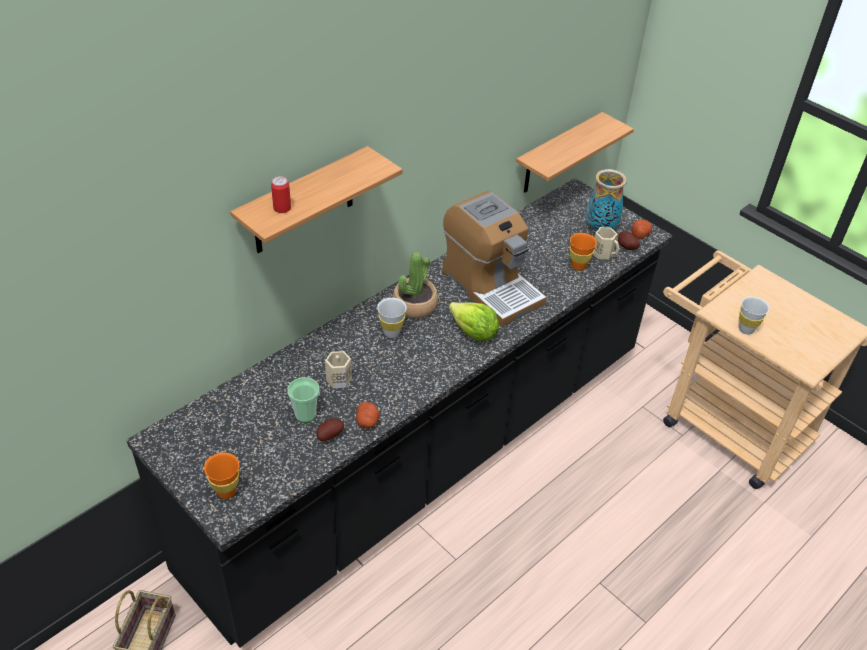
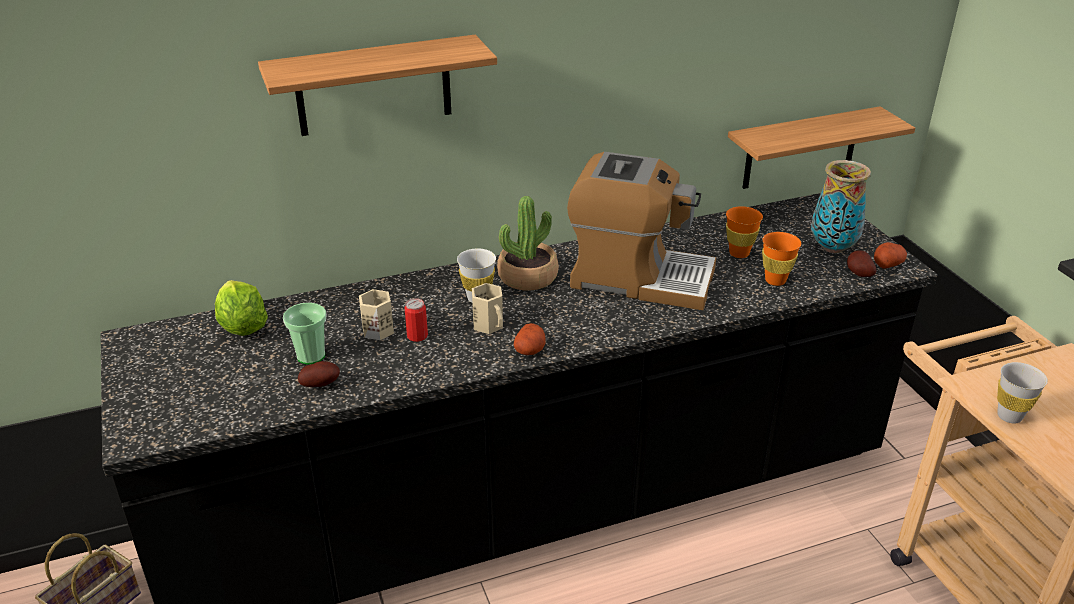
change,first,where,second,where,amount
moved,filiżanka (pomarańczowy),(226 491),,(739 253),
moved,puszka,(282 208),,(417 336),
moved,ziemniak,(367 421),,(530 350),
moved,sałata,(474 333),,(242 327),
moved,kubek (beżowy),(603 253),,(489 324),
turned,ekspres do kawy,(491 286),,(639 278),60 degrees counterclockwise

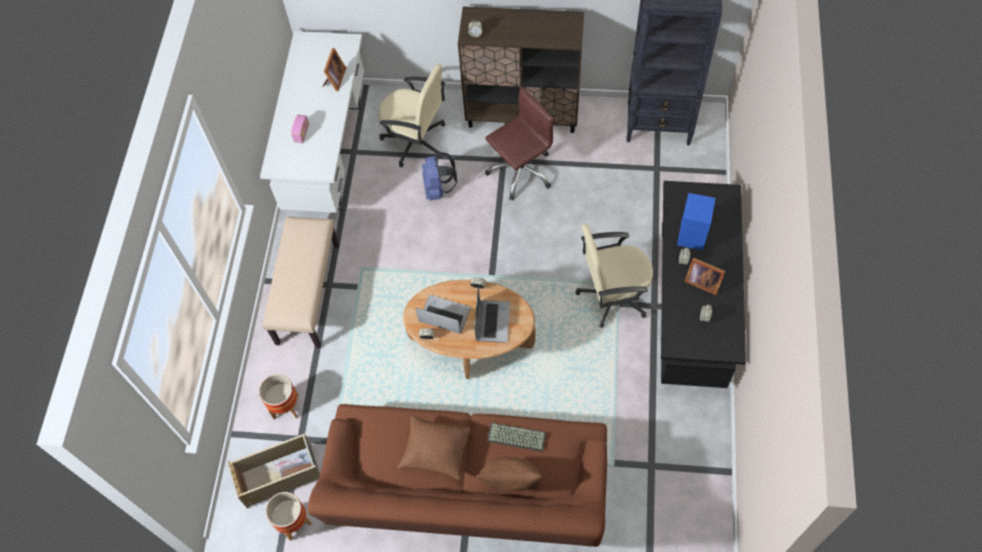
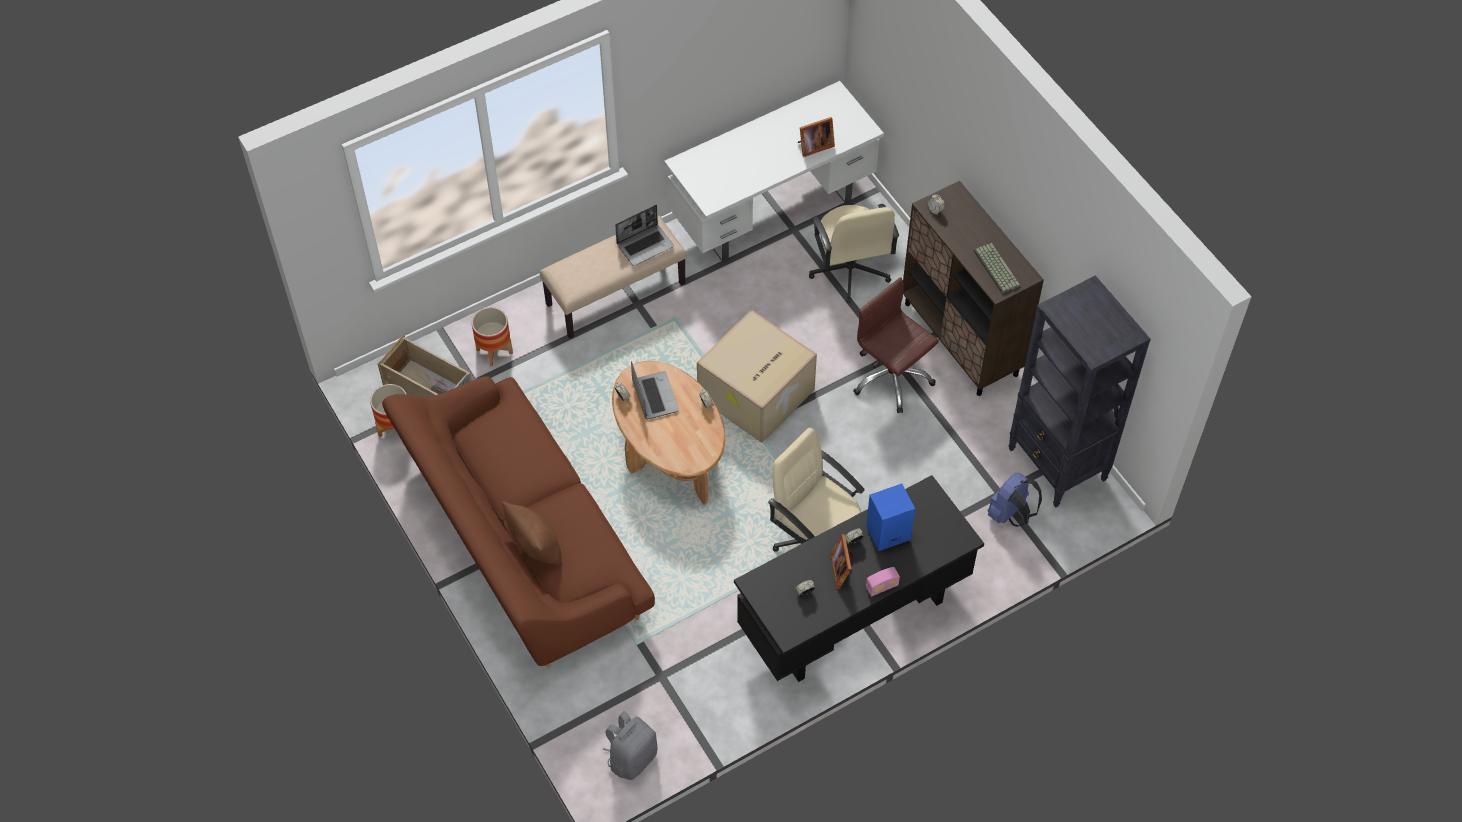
change,first,where,second,where,amount
removed,poduszka (brązowy),(435 452),,,
added,,,plecak (szary),(632 757),
added,,,karton,(756 395),
moved,radio,(302 133),,(882 586),
moved,plecak (niebieski),(438 189),,(1010 514),
moved,laptop,(492 321),,(645 245),
moved,klawiatura,(515 438),,(995 268),
turned,krzesło biurowe (brązowy),(520 171),,(891 378),150 degrees counterclockwise

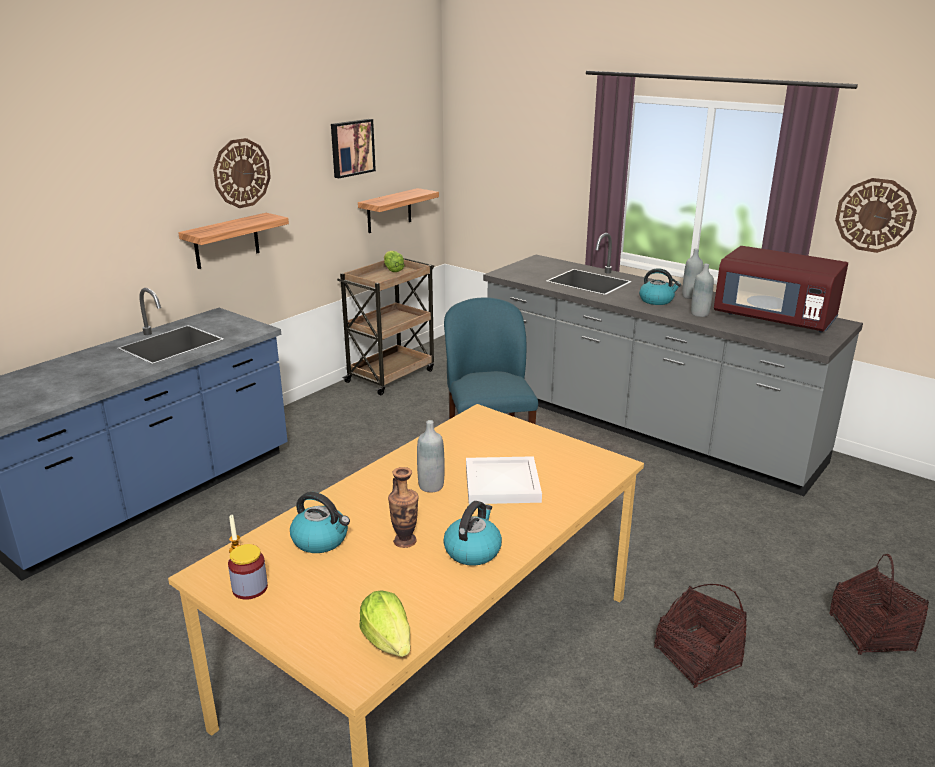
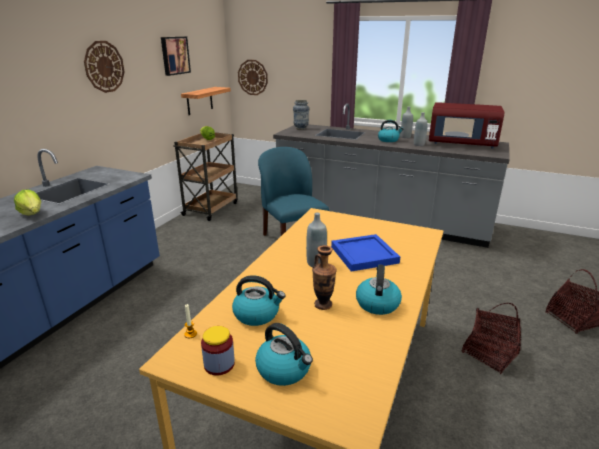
change,first,where,second,where,amount
removed,półka,(226 241),,,
added,,,czajnik,(284 369),
added,,,wazon,(301 128),
moved,sałata,(388 641),,(32 214),
moved,zegar ścienny,(875 215),,(253 77),
recoloured,taca (biały),(501 484),taca (niebieski),(363 255),

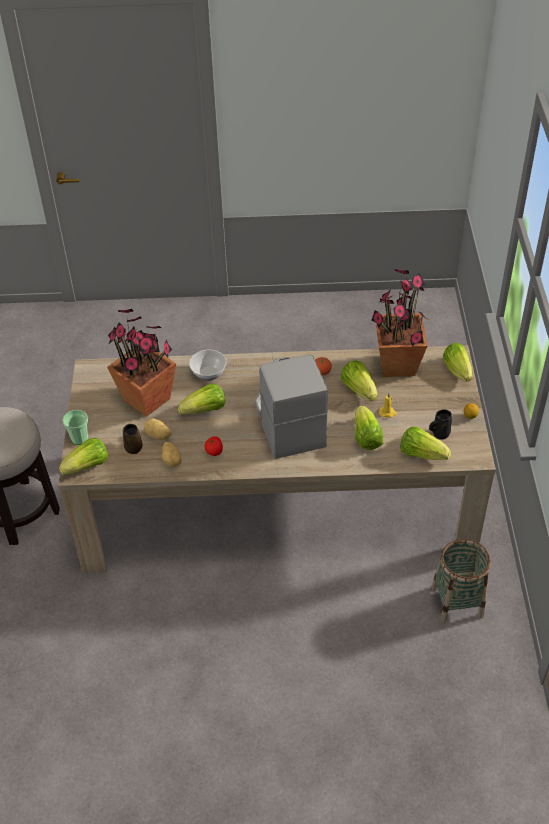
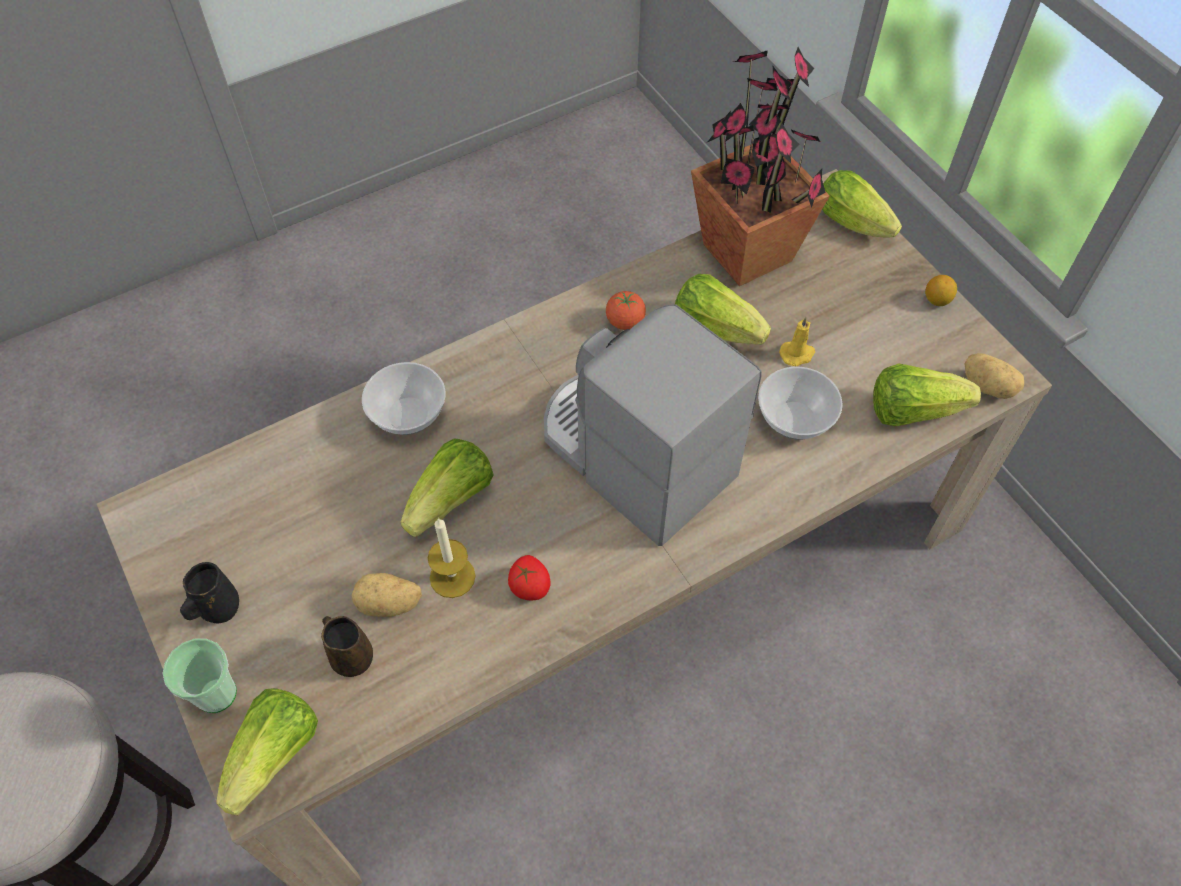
change,first,where,second,where,amount
removed,roślina doniczkowa,(147 400),,,
removed,koszyk,(457 602),,,
added,,,świeca,(452 577),
moved,ziemniak,(172 460),,(988 386),
moved,kubek (czarny),(439 433),,(218 608),
replaced,sałata,(366 437),miska,(794 421),

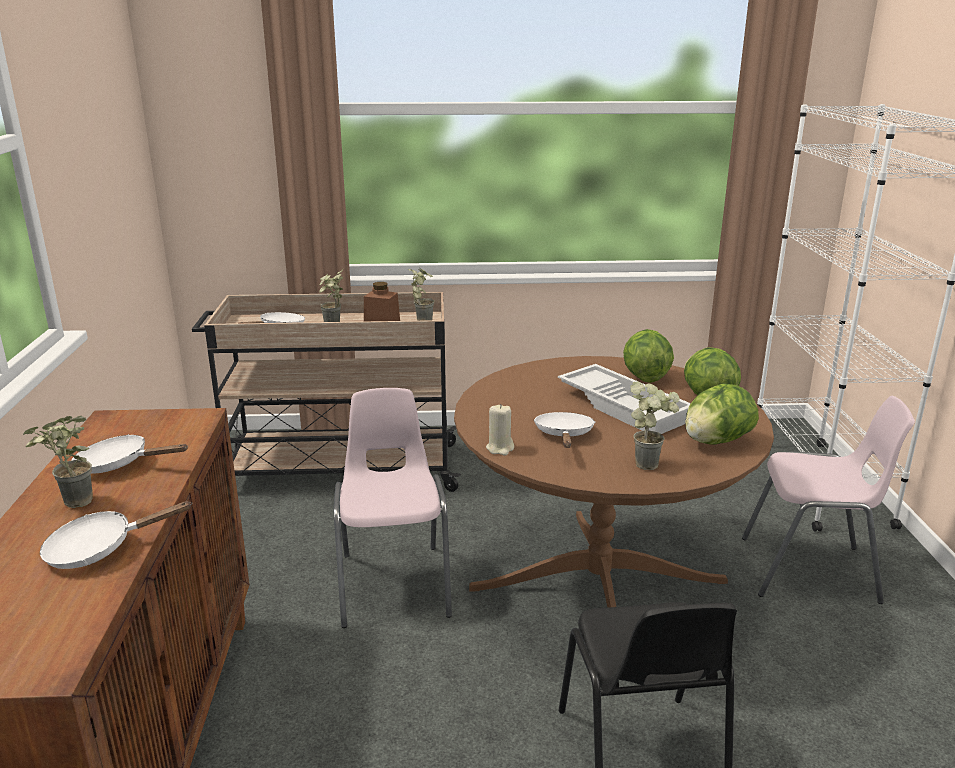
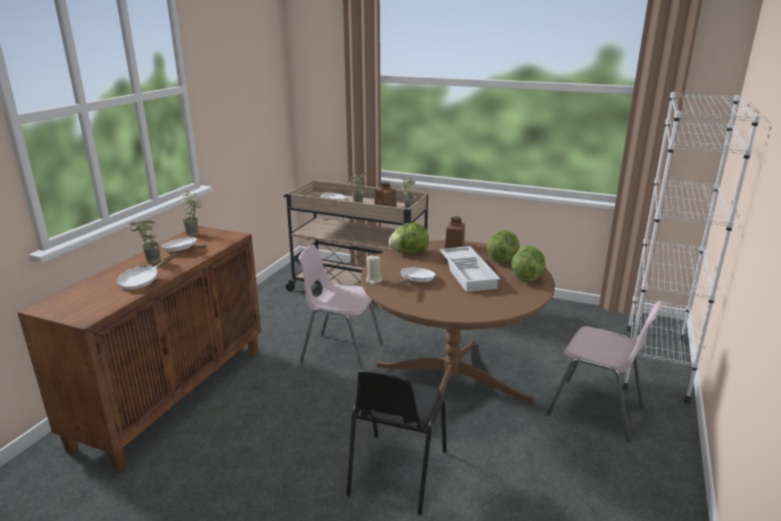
change,first,where,second,where,amount
added,,,słoik (brązowy),(454 246),
moved,roślina doniczkowa,(650 463),,(196 233),
moved,sałata,(716 441),,(409 252),
turned,patelnia (biały),(100 548),,(143 281),60 degrees counterclockwise
turned,krzesło (różowy),(394 584),,(341 352),90 degrees counterclockwise

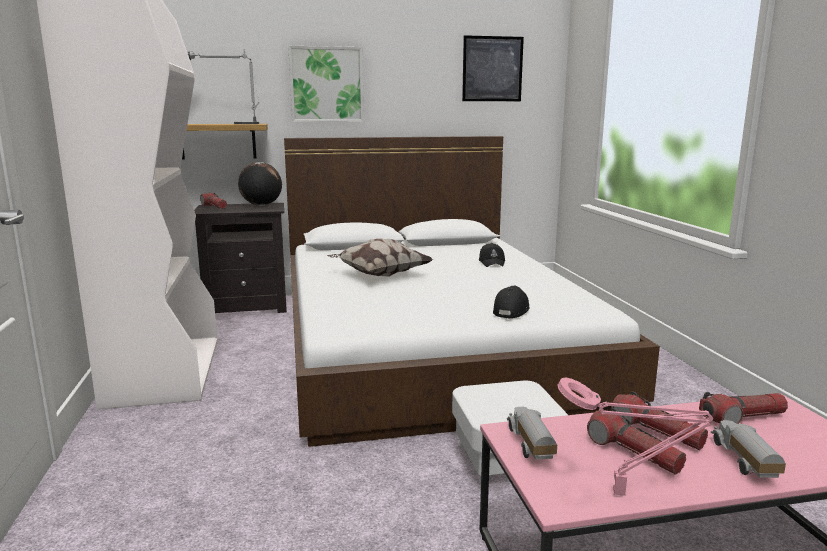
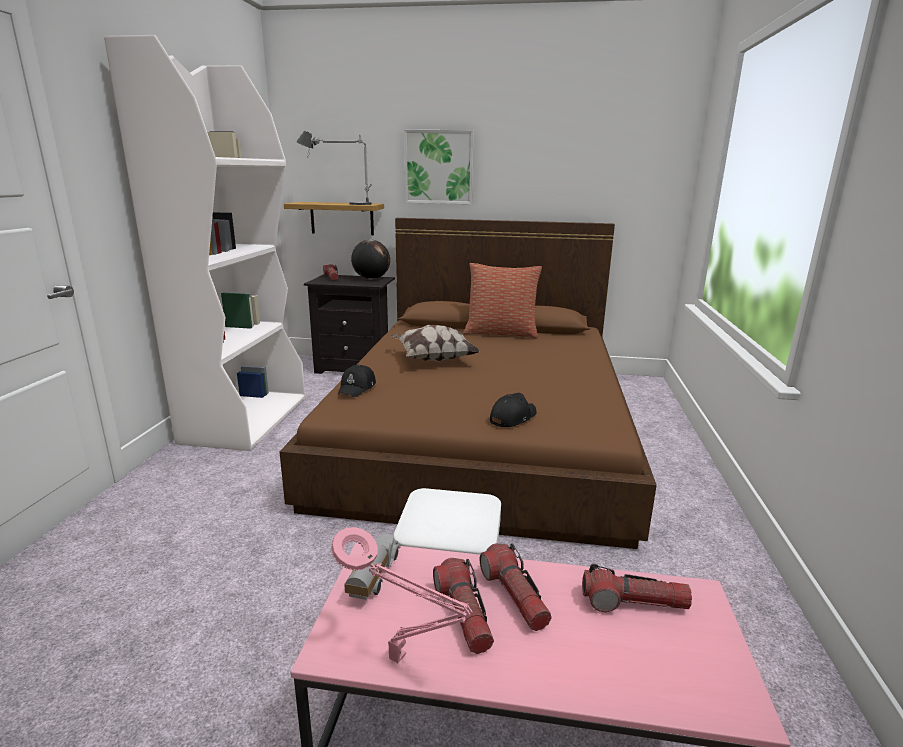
change,first,where,second,where,amount
removed,obraz,(492 69),,,
removed,ciężarówka zabawkowa,(743 462),,,
added,,,poduszka,(501 333),
moved,czapka z daszkiem (czarny),(492 262),,(357 388),
recoloured,łóżko (biały),(429 340),łóżko (brązowy),(483 425),

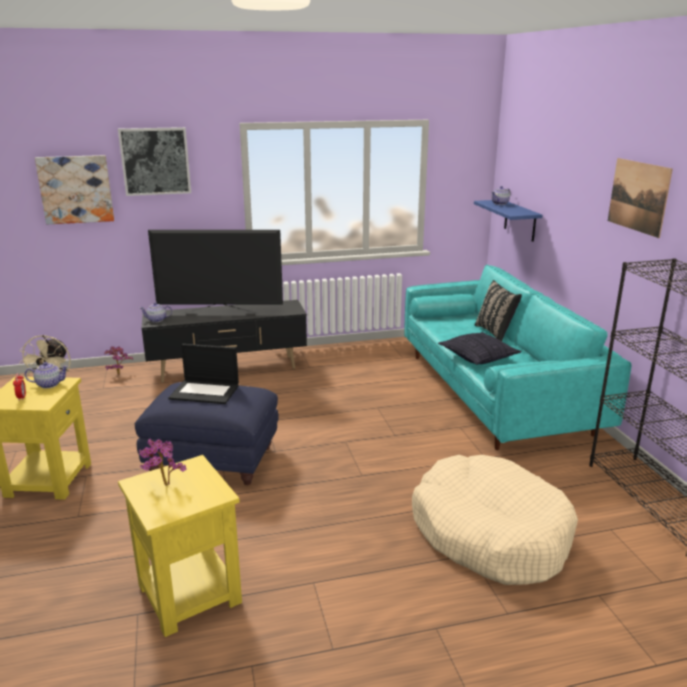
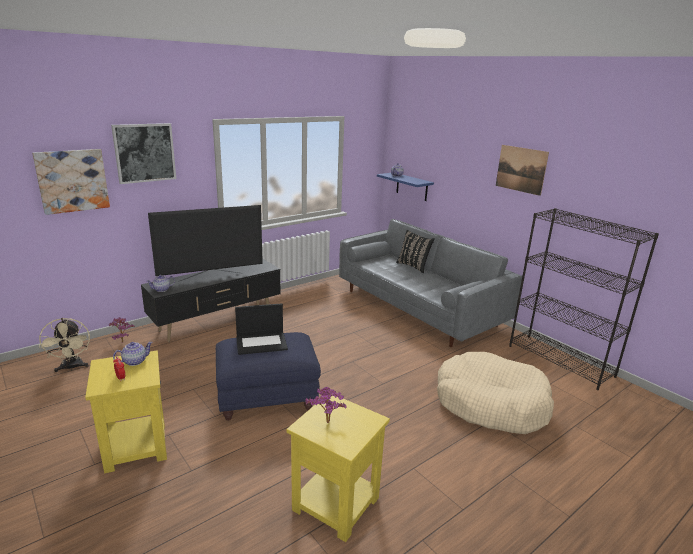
change,first,where,second,where,amount
removed,poduszka,(478 357),,,
recoloured,kanapa (turkusowy),(494 392),kanapa (szary),(419 308),

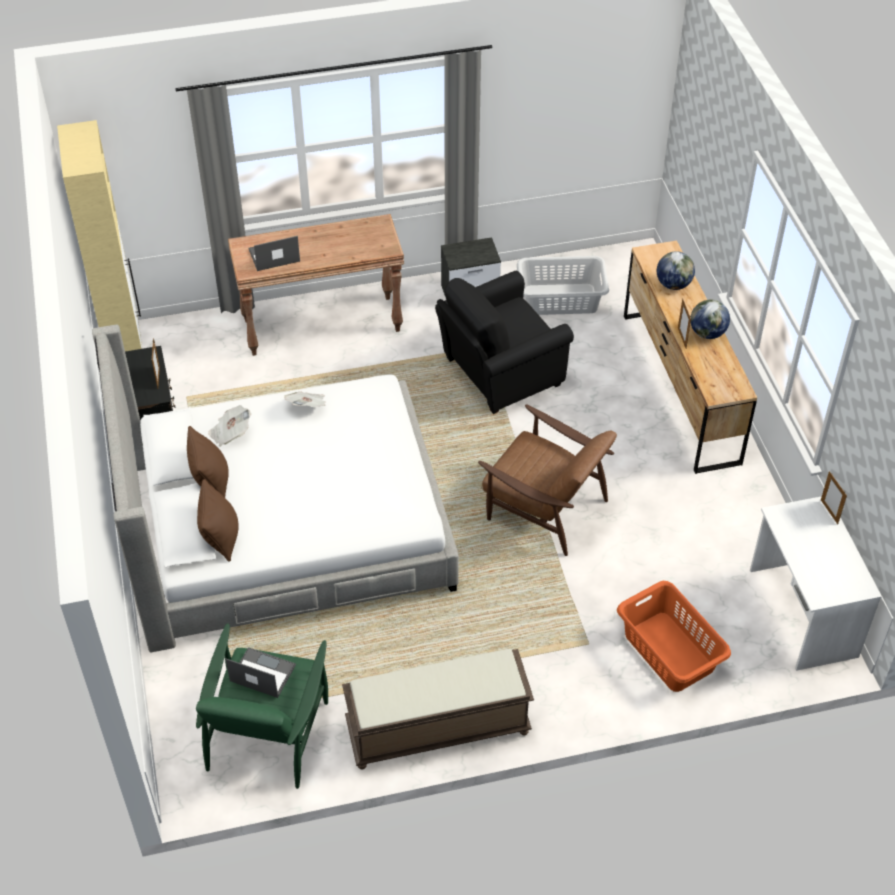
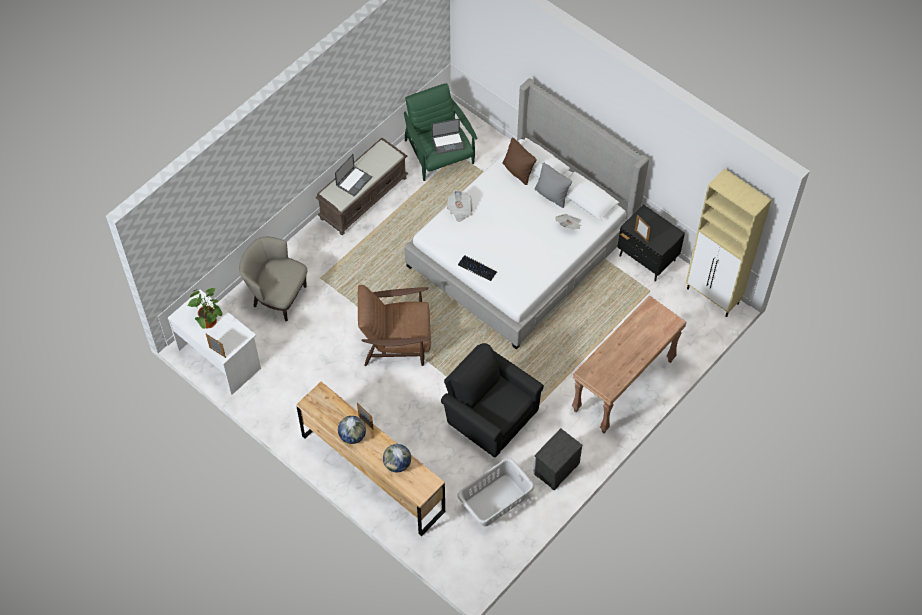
change,first,where,second,where,amount
added,,,roślina doniczkowa,(210 323),
added,,,klawiatura,(477 268),
moved,laptop,(273 256),,(354 181),
moved,gazeta,(308 407),,(460 210),
replaced,kosz na pranie (pomarańczowy),(668 652),fotel (beżowy),(277 296),
recoloured,poduszka (brązowy),(211 481),poduszka (szary),(552 195),
turned,fotel (czarny),(498 373),,(489 416),75 degrees counterclockwise

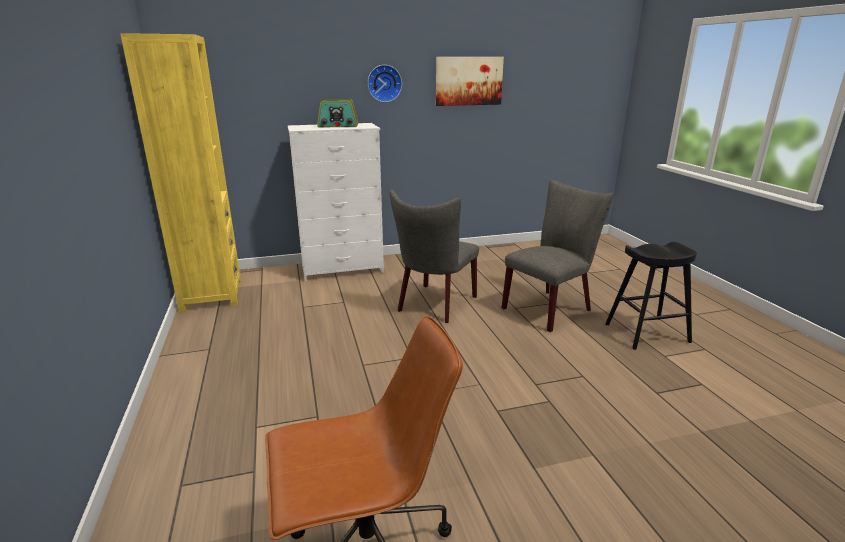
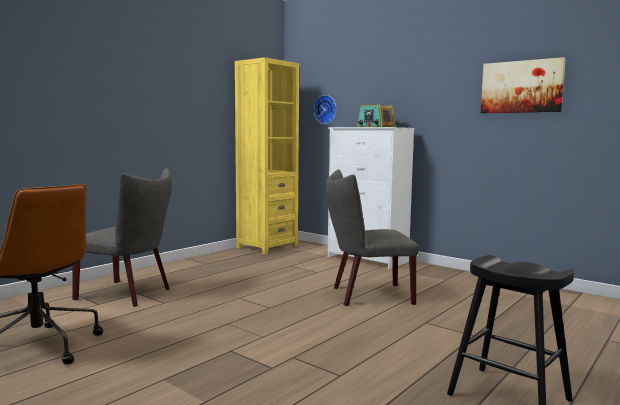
change,first,where,second,where,amount
moved,zegar ścienny,(384 83),,(326 109),
moved,krzesło (szary),(551 308),,(129 294),

